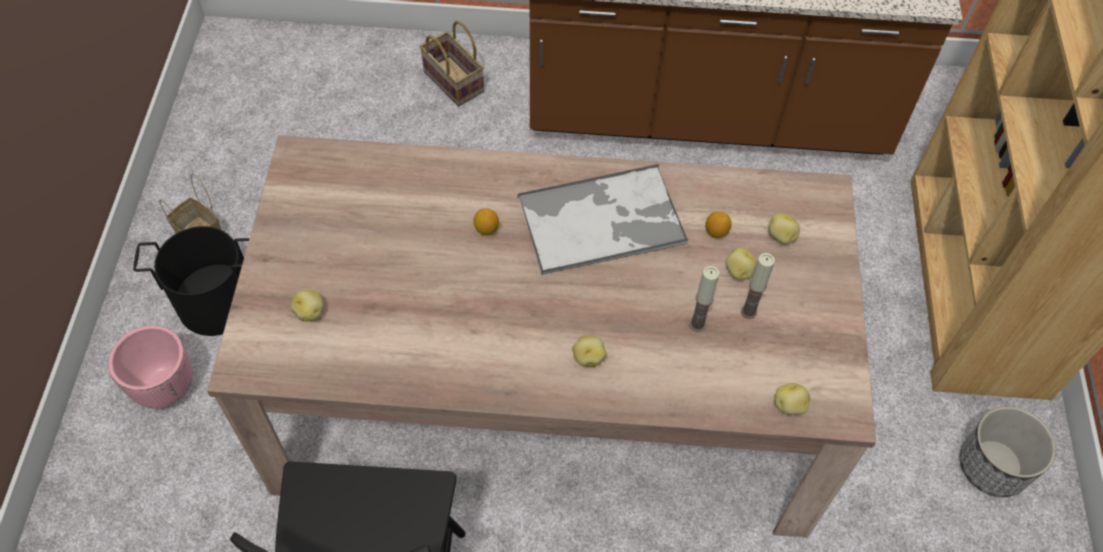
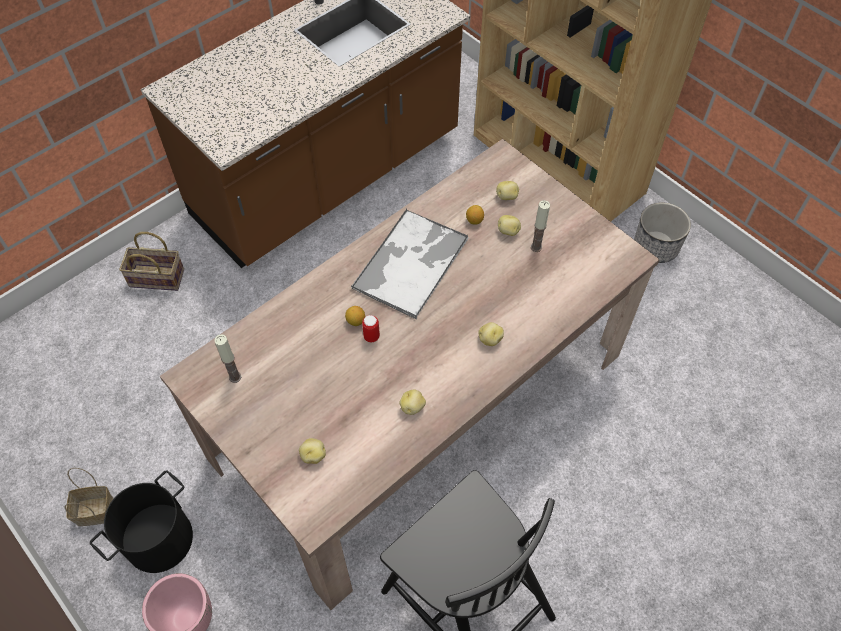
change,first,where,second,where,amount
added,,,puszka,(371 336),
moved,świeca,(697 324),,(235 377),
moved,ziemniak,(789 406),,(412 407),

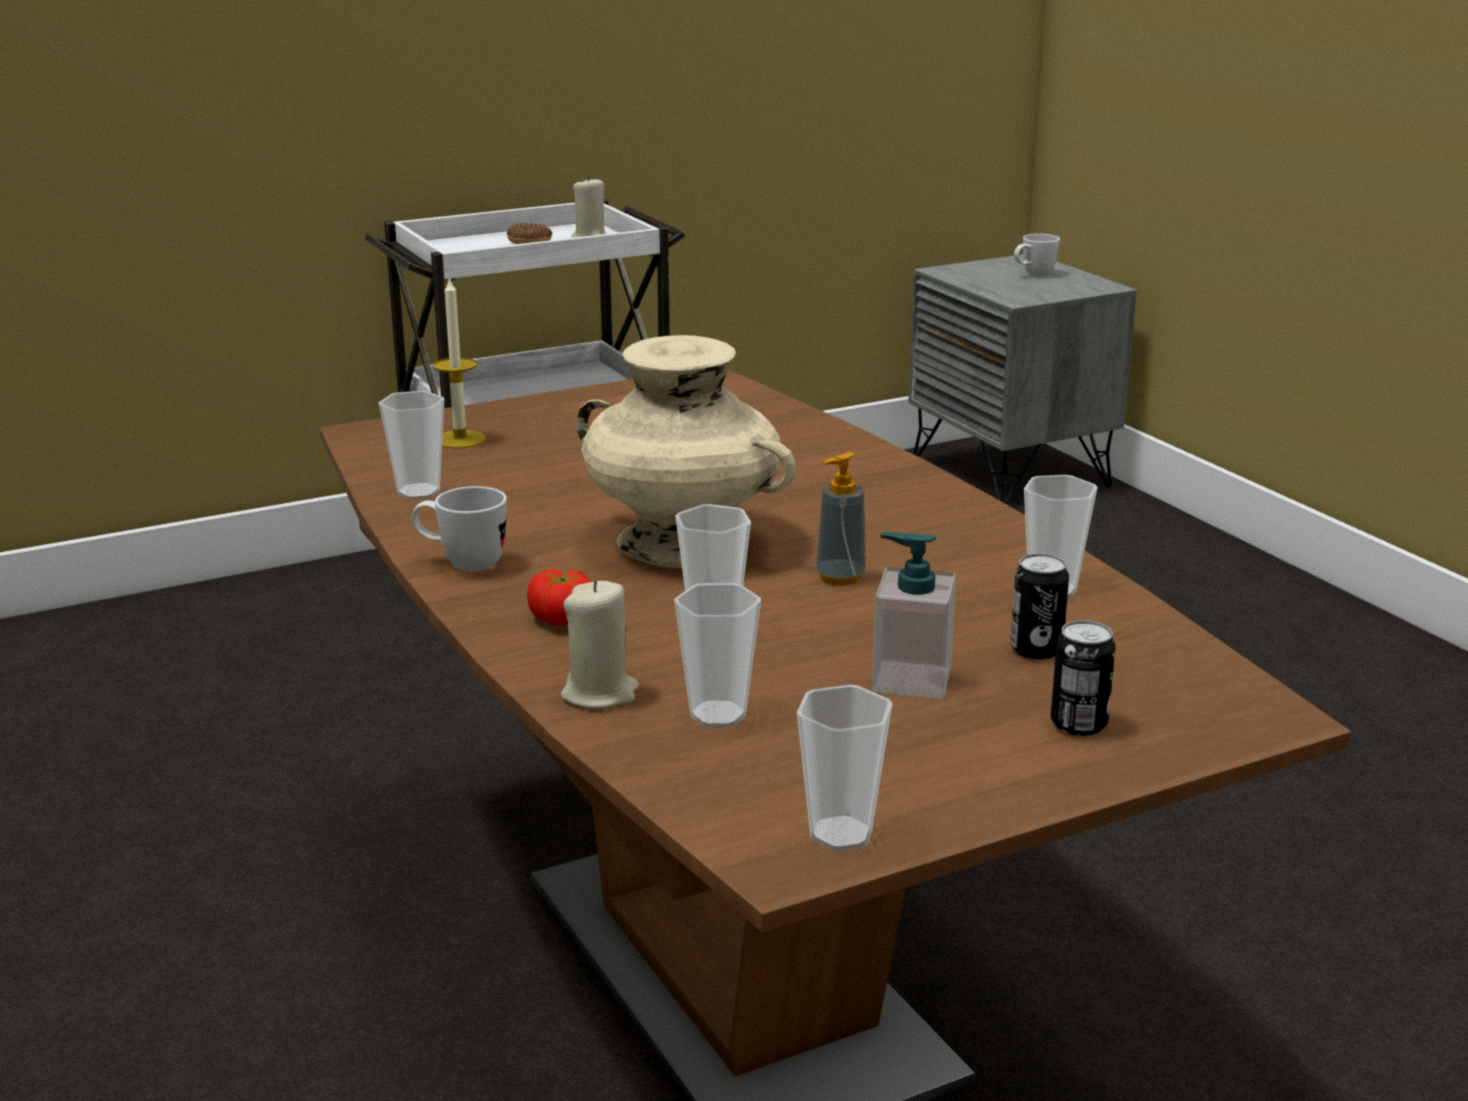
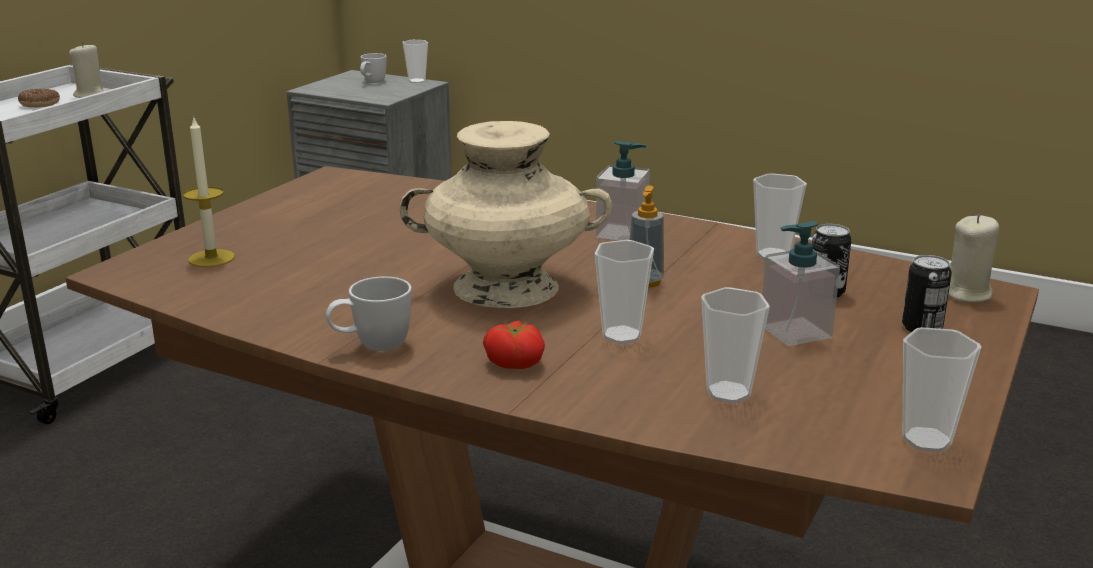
change,first,where,second,where,amount
added,,,dozownik mydła,(622 233),
moved,filiżanka,(418 492),,(417 81),
moved,świeca (beżowy),(600 694),,(966 294),

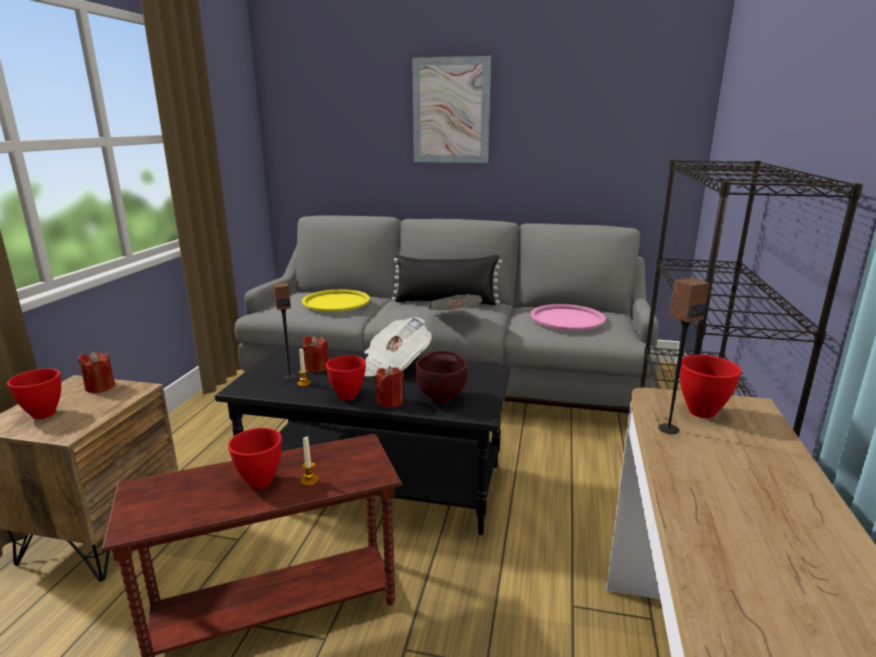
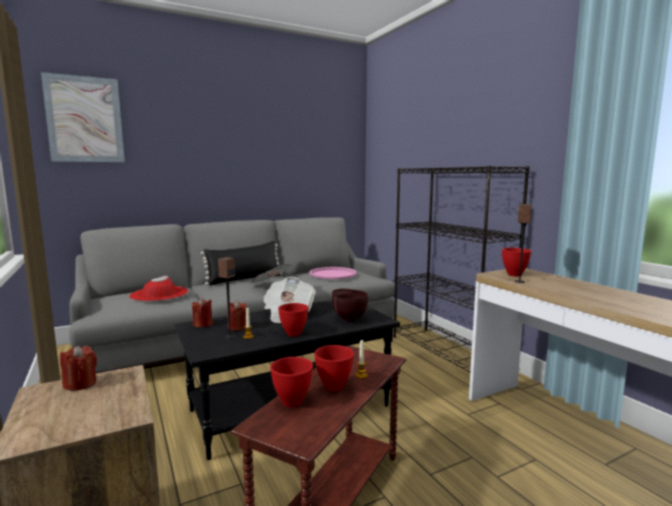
change,first,where,second,where,amount
moved,miska (czerwony),(43 414),,(291 402),
moved,świeca (czerwony),(390 402),,(203 324),
moved,obraz,(451 111),,(85 119),
replaced,taca (żółty),(336 302),kapelusz (czerwony),(159 294),

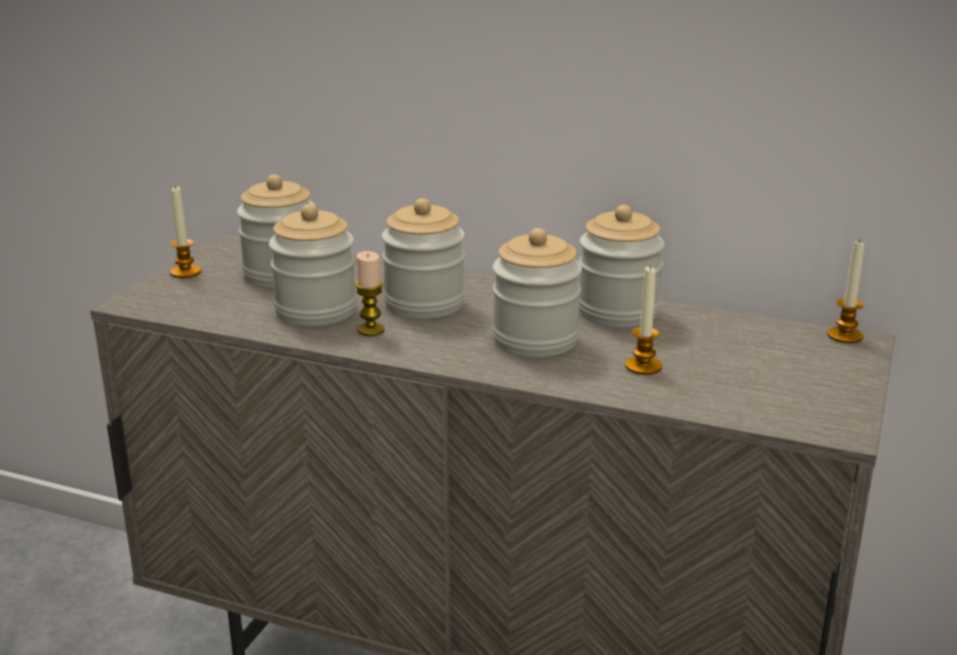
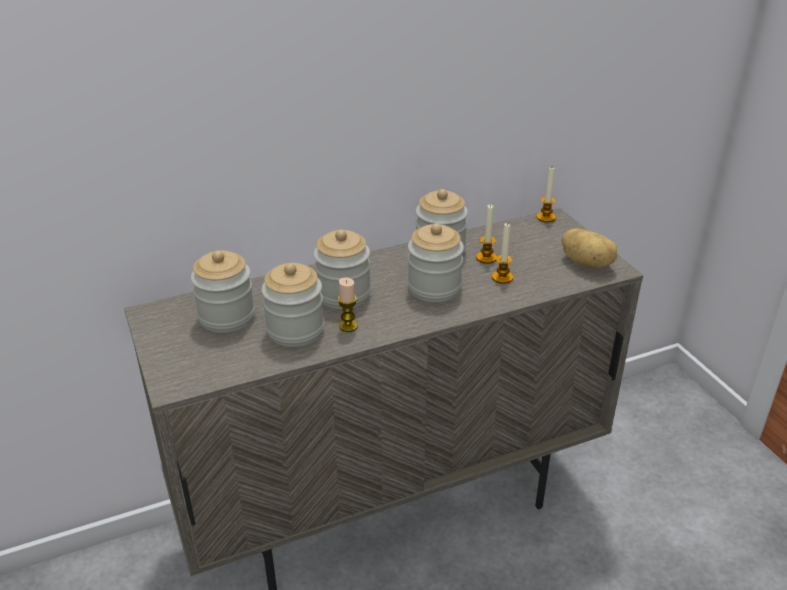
change,first,where,second,where,amount
added,,,ziemniak,(587 263),
moved,świeca,(185 272),,(486 258),

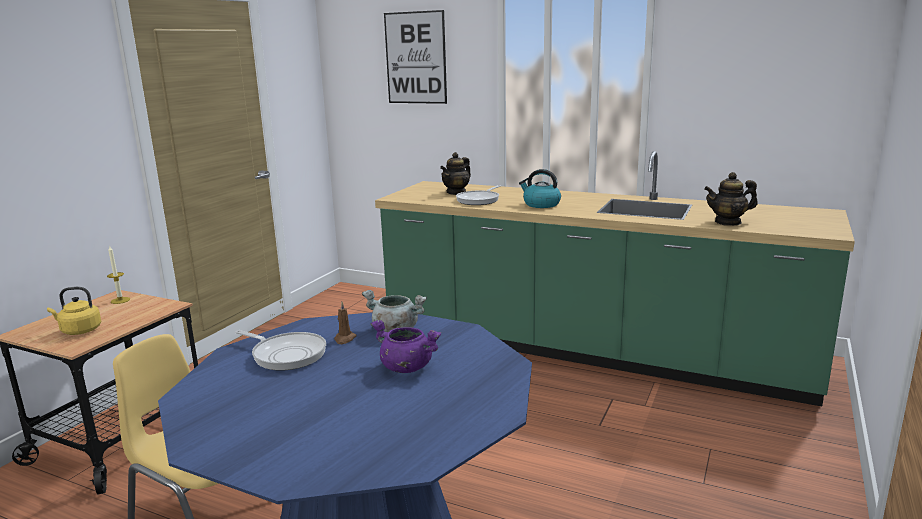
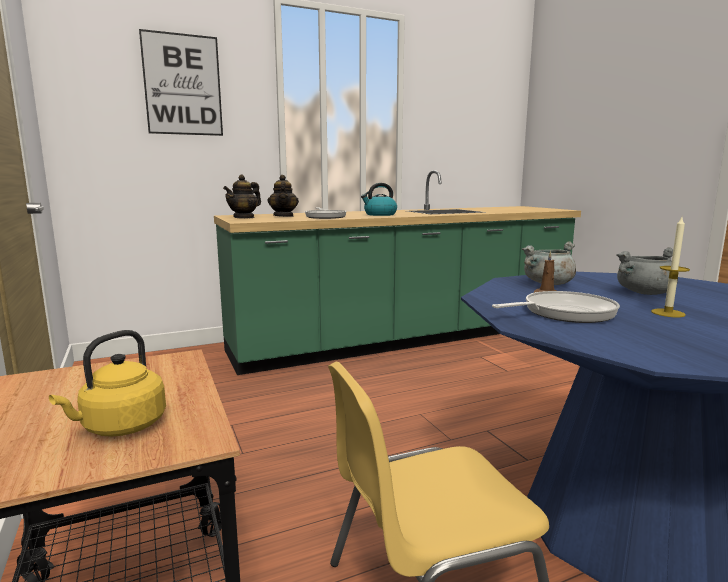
change,first,where,second,where,amount
moved,świeca,(120 300),,(668 313),
moved,imbryk,(728 222),,(244 217),
recoloured,garnek (fioletowy),(406 367),garnek (szary),(644 293),

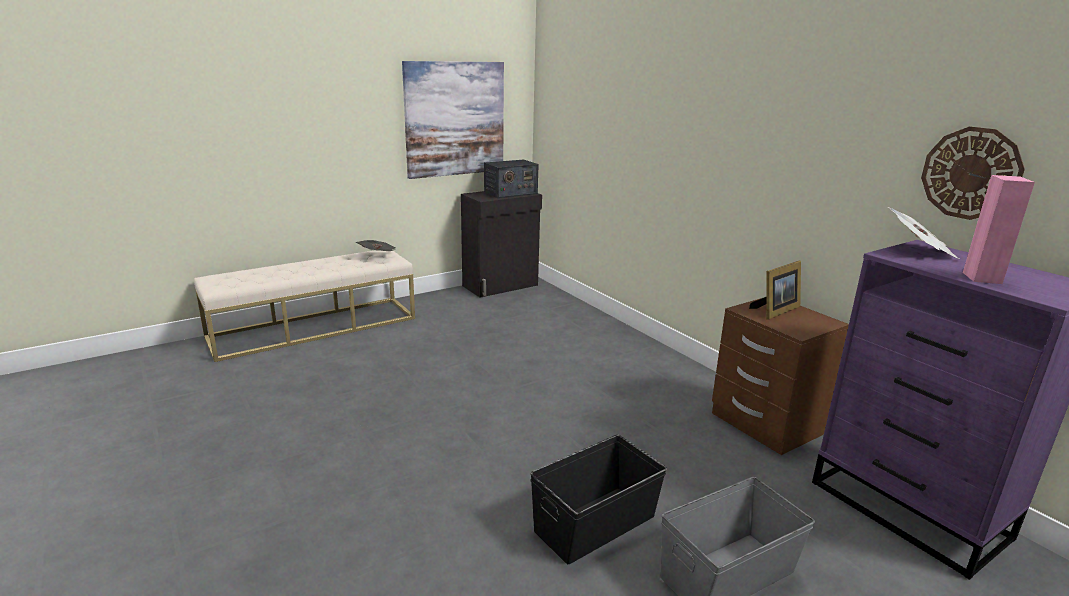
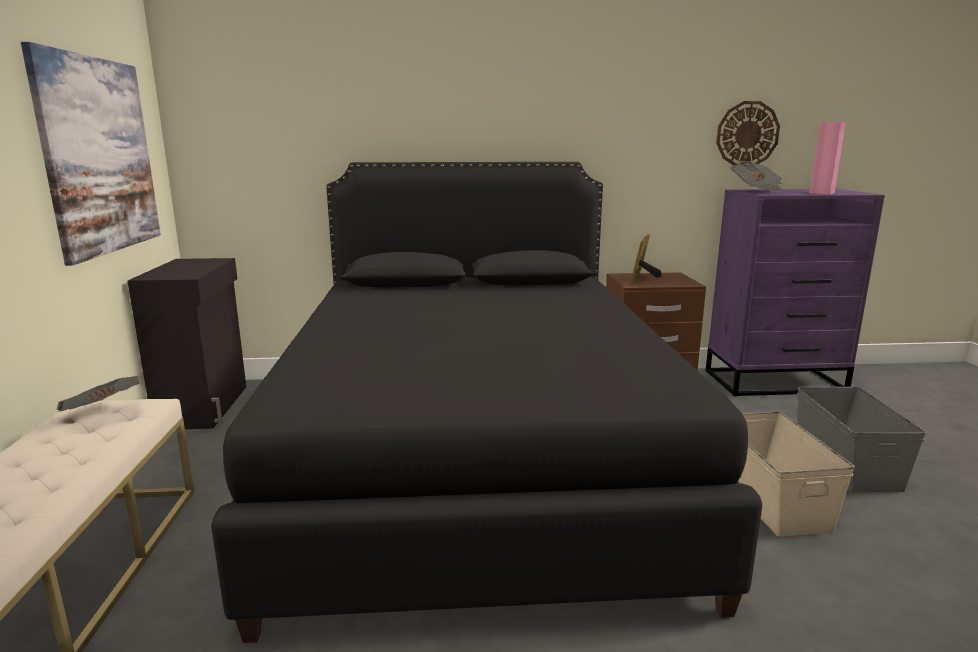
change,first,where,second,where,amount
removed,radio,(510 193),,,
added,,,łóżko (czarny),(476 460),
recoloured,pojemnik do przechowywania (czarny),(596 523),pojemnik do przechowywania (beżowy),(771 498),
turned,ramka na zdjęcie,(775 311),,(642 279),150 degrees counterclockwise

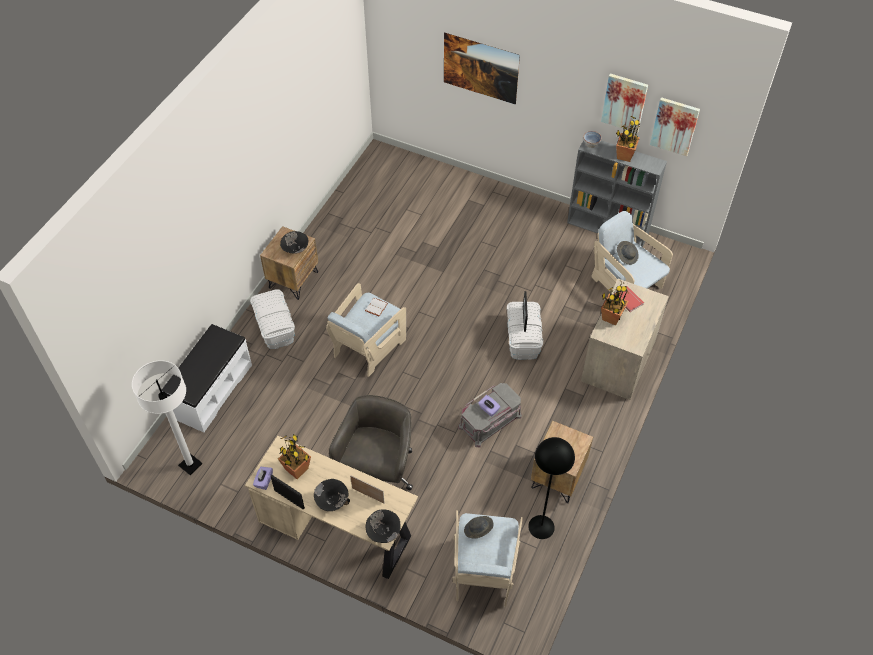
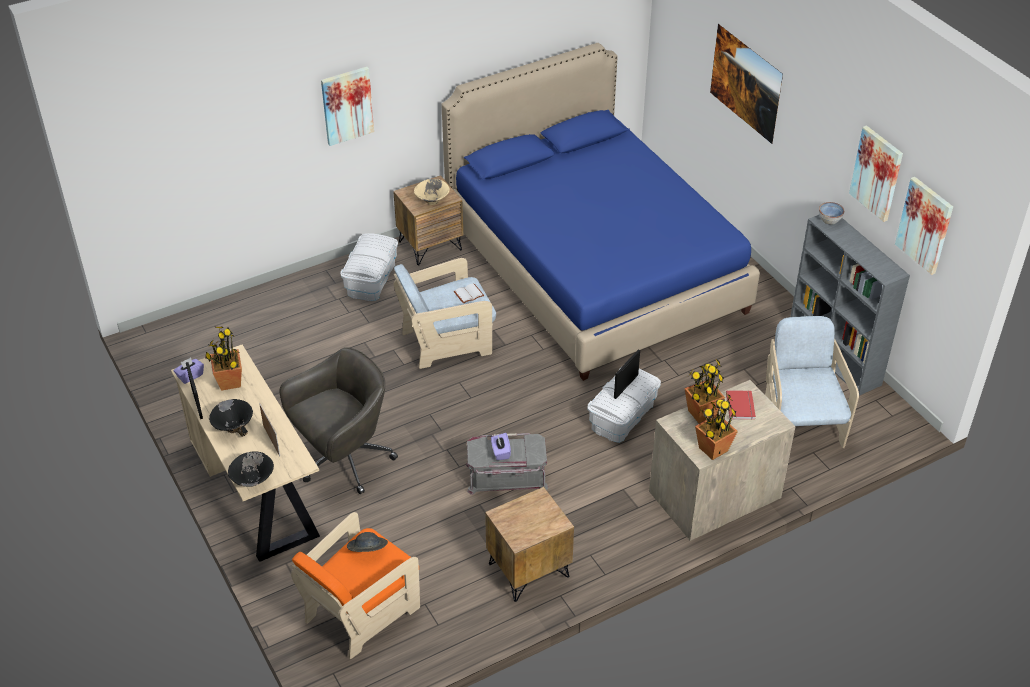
change,first,where,second,where,amount
removed,lampa stojąca (biały),(190 465),,,
removed,ławka (biały),(211 390),,,
removed,lampa stojąca (czarny),(541 527),,,
removed,kapelusz (szary),(626 256),,,
added,,,obraz,(347 105),
added,,,łóżko (niebieski),(594 267),
moved,roślina doniczkowa,(624 156),,(713 449),
recoloured,miska (czarny),(295 250),miska (beżowy),(432 201),
recoloured,fotel (beżowy),(484 570),fotel (pomarańczowy),(361 612),

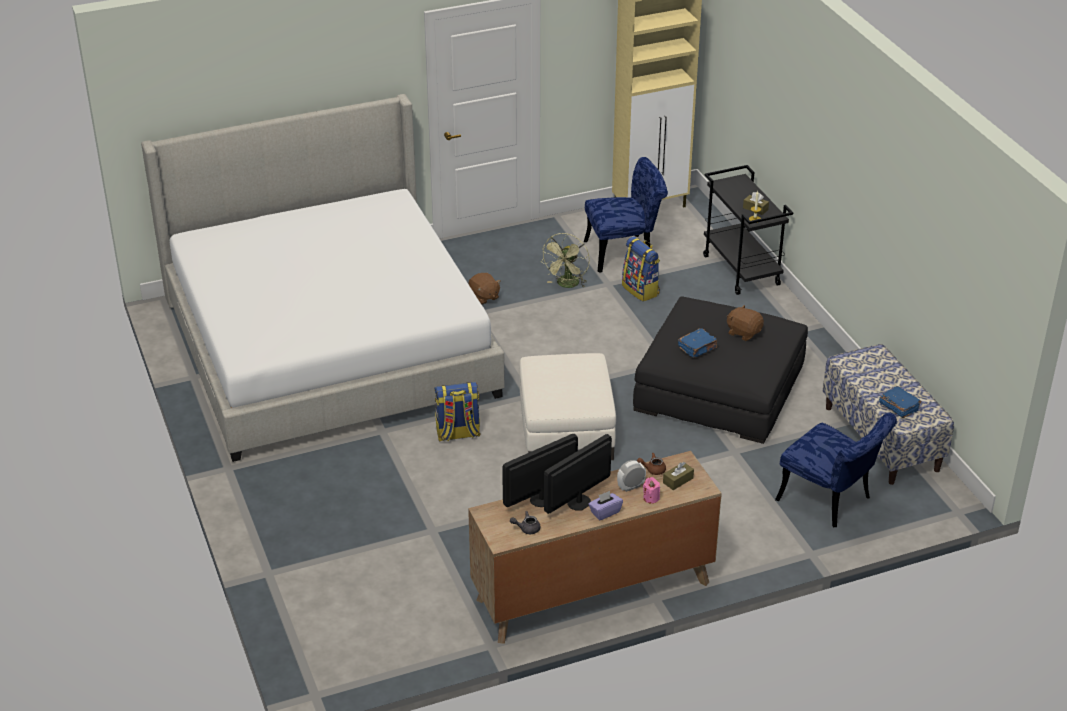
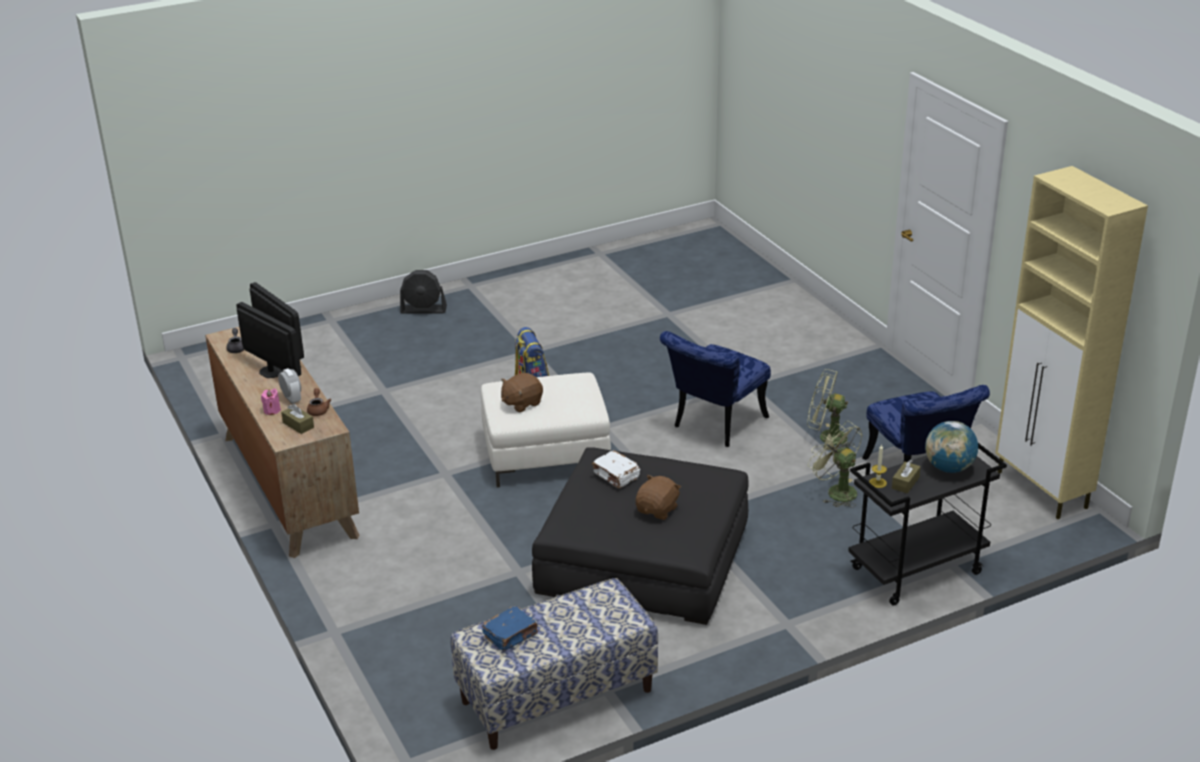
change,first,where,second,where,amount
removed,łóżko,(328 345),,,
removed,pudełko chusteczek (fioletowy),(605 512),,,
added,,,wentylator (czarny),(423 310),
added,,,globus,(949 468),
moved,pluszak (brązowy),(484 297),,(521 403),
moved,krzesło (niebieski),(830 502),,(714 425),
replaced,plecak,(641 290),wentylator (zielony),(836 491),
recoloured,książka (niebieski),(697 348),książka (biały),(616 476),

